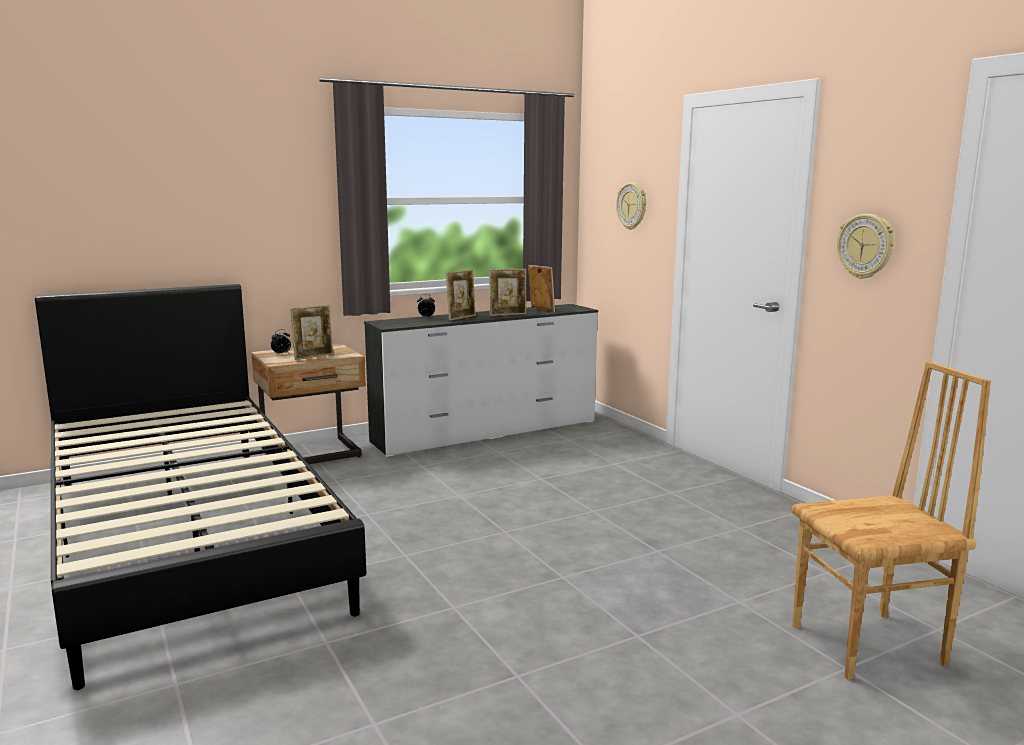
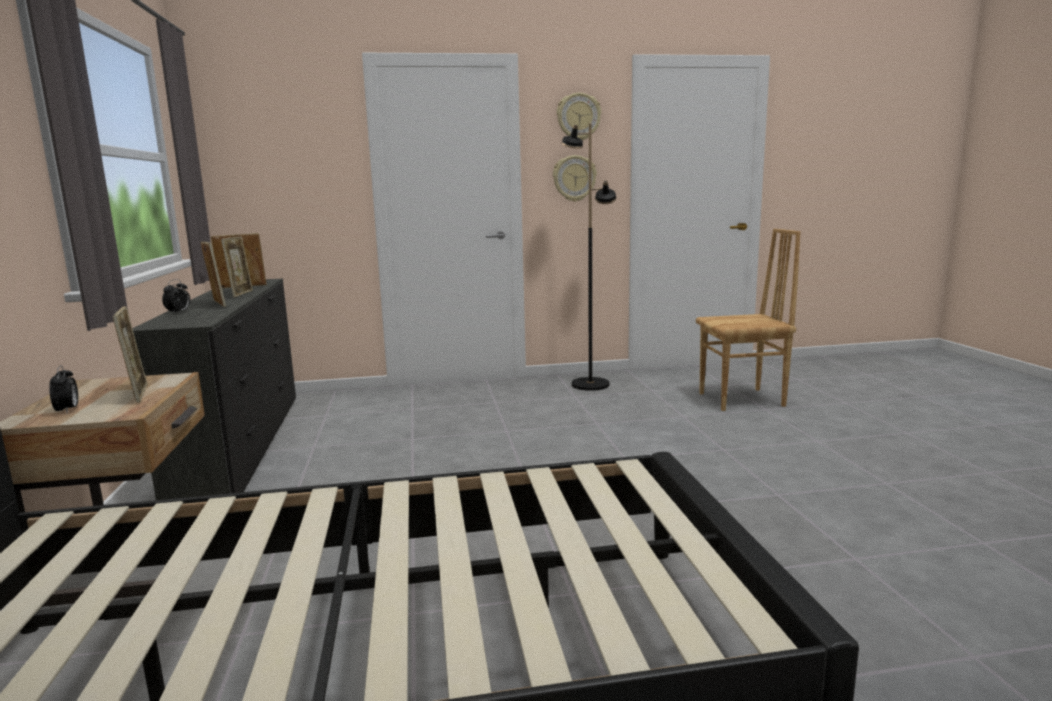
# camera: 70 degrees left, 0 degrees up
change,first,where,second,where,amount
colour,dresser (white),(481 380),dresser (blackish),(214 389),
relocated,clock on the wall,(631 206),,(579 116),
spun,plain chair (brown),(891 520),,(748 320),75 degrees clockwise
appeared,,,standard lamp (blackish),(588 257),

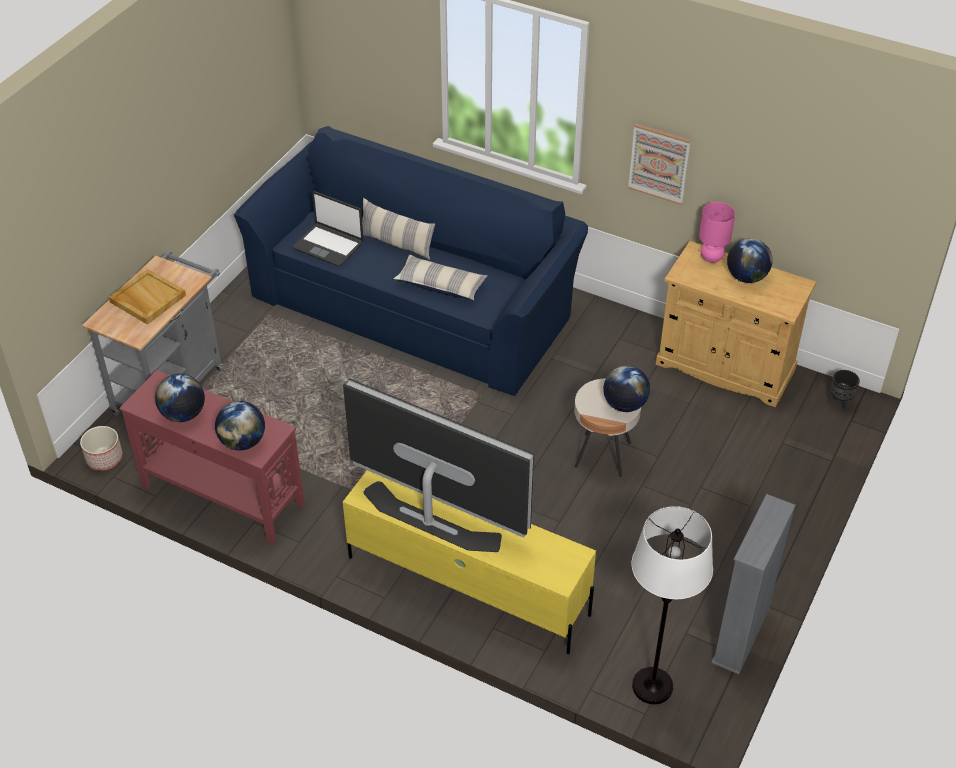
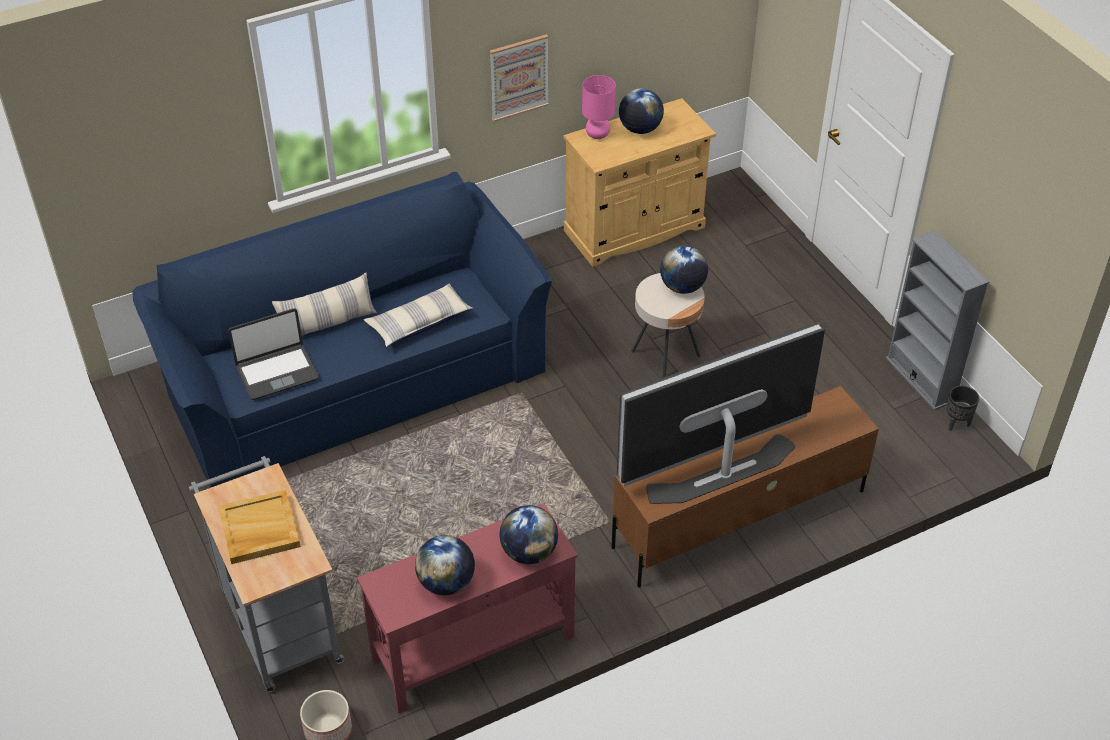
# camera: 55 degrees left, 0 degrees up
change,first,where,second,where,amount
colour,tv unit (yellowish),(469 562),tv unit (brown),(745 486),
missing,standard lamp (white),(672 605),,,
relocated,planter (blackish),(844 391),,(963 408),

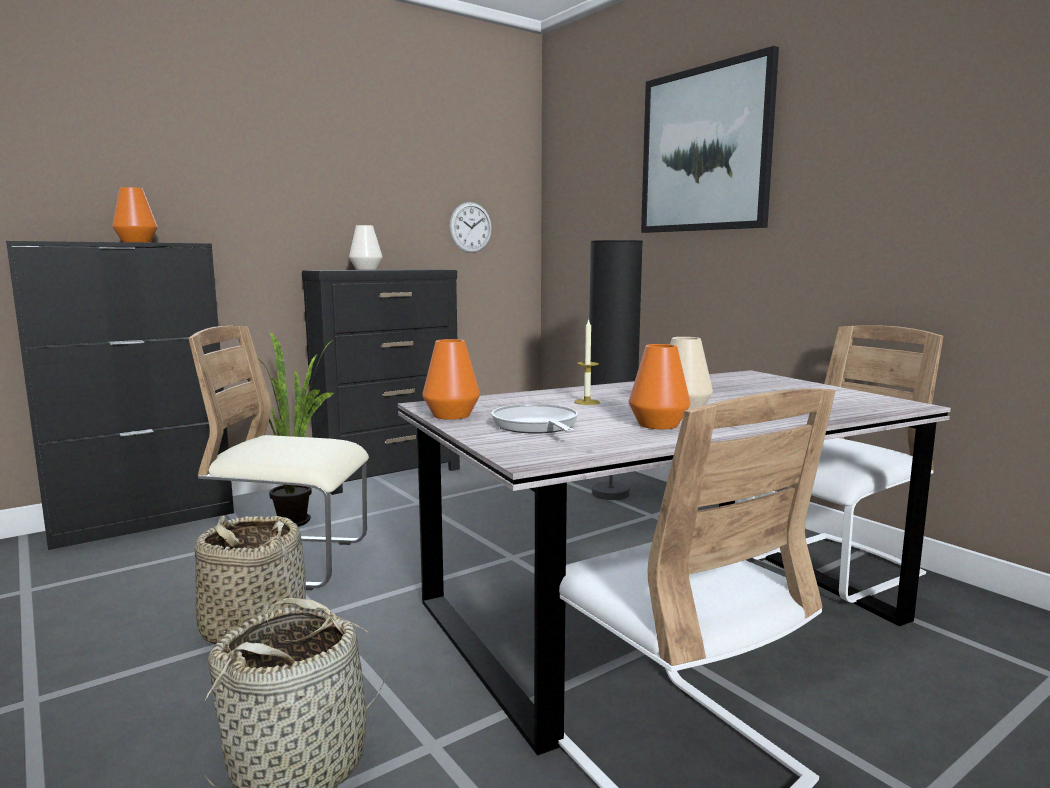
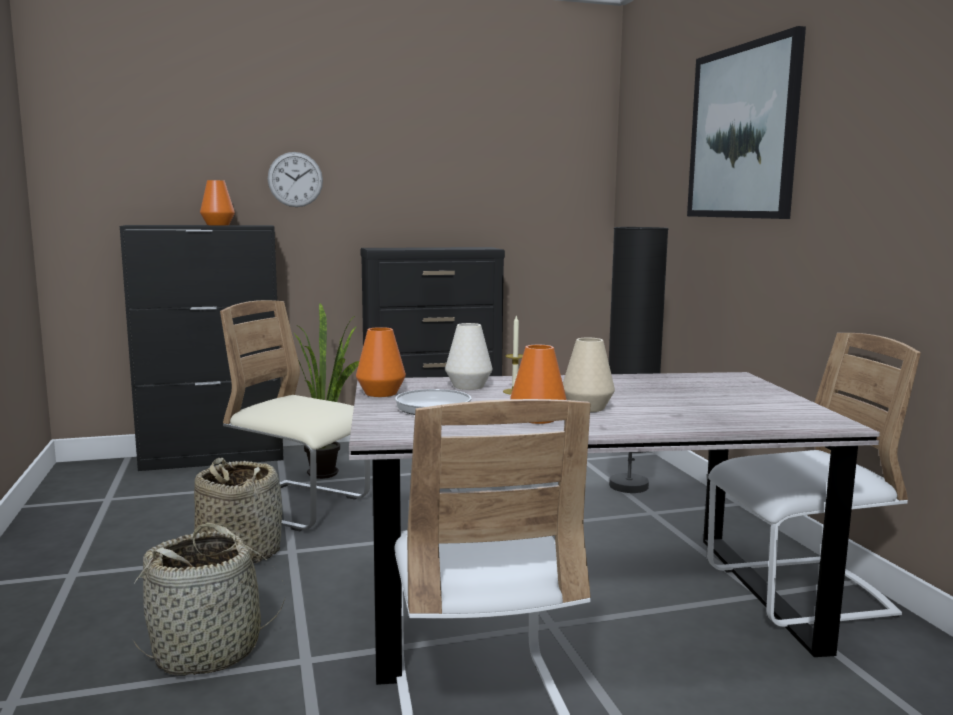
# camera: 20 degrees right, 0 degrees up
change,first,where,second,where,amount
relocated,flower vase (white),(366 247),,(469 356),
relocated,clock on the wall,(470 227),,(295 179),

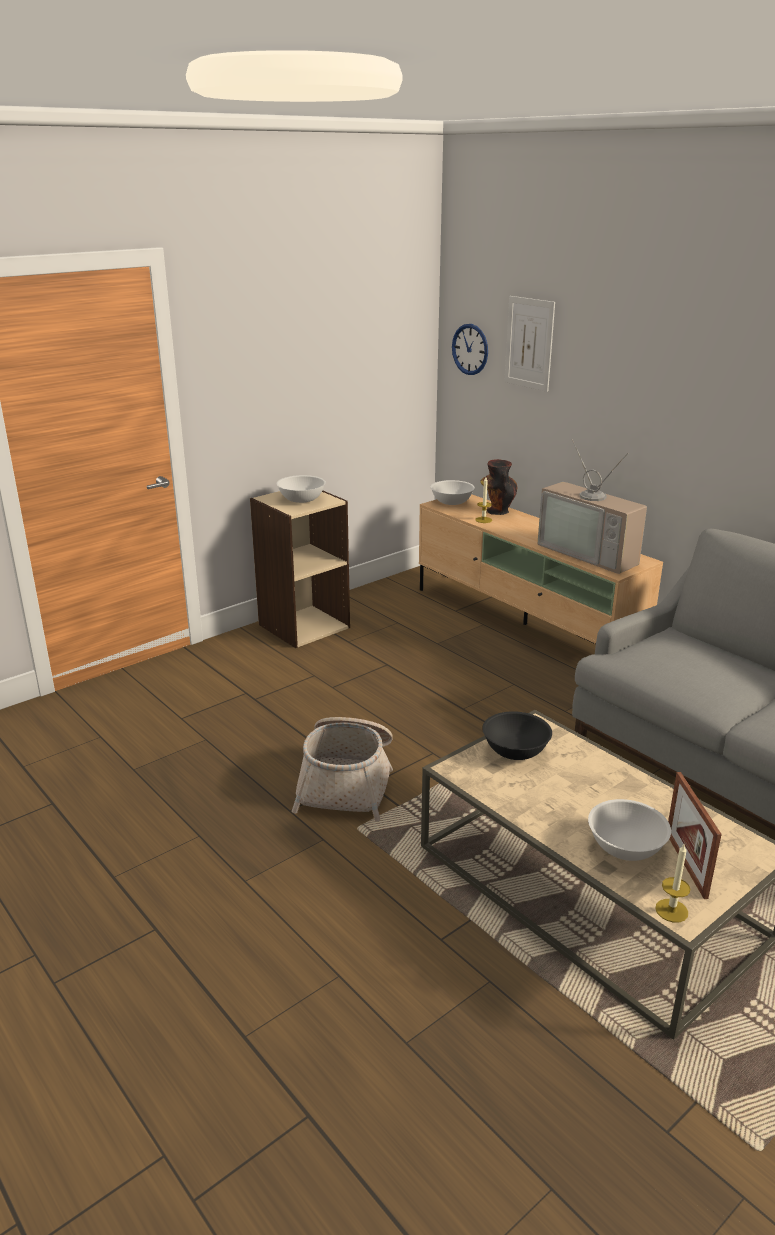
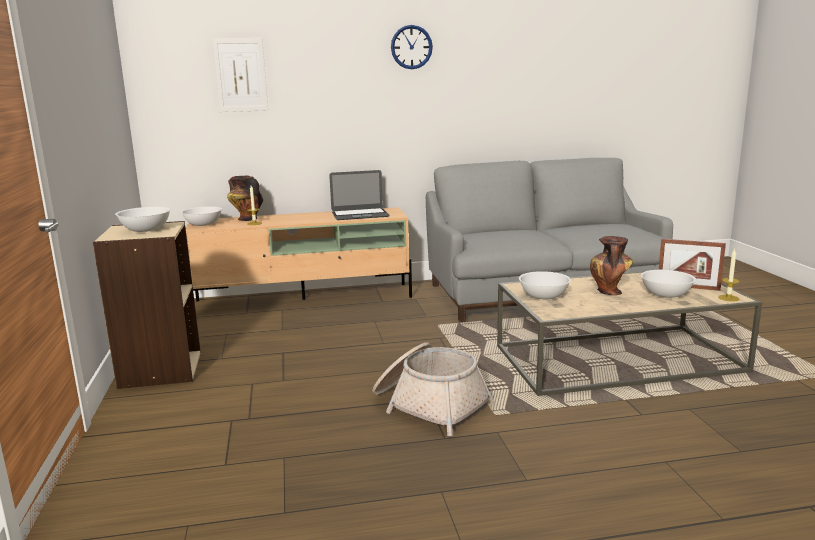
# camera: 60 degrees left, 10 degrees down
change,first,where,second,where,amount
relocated,clock on the wall,(470 349),,(412 47),
colour,bowl (blackish),(517 735),bowl (white),(545 285),
exchanged,TV set,(592 506),notebook computer,(359 195),
appeared,,,flower vase,(612 265),

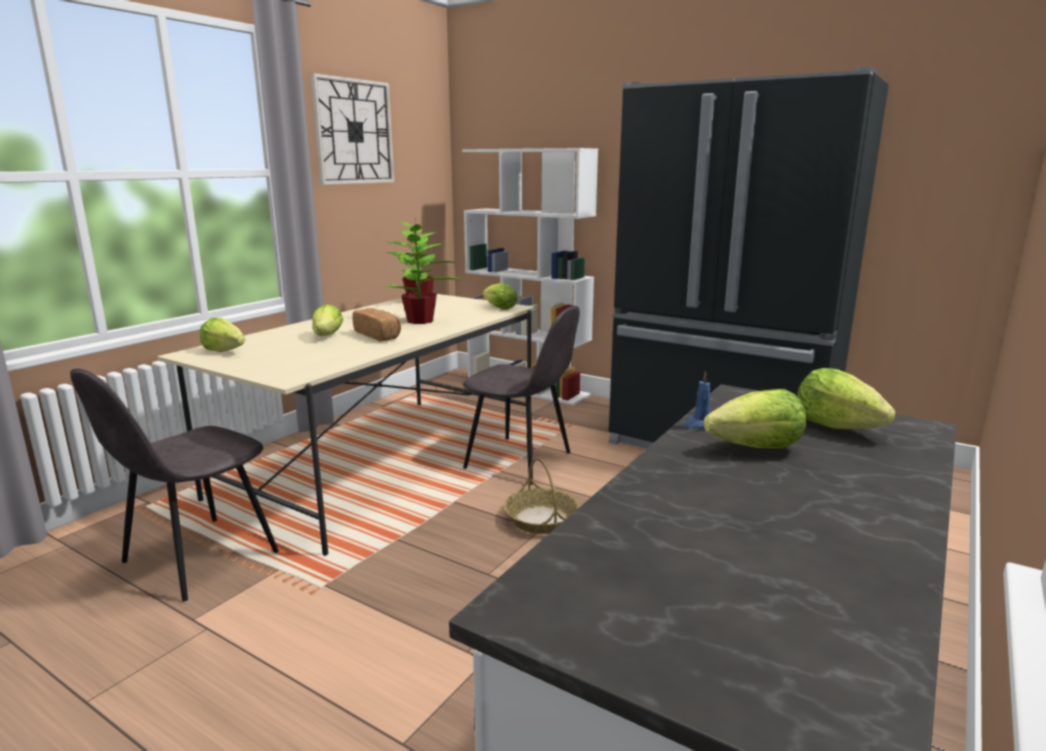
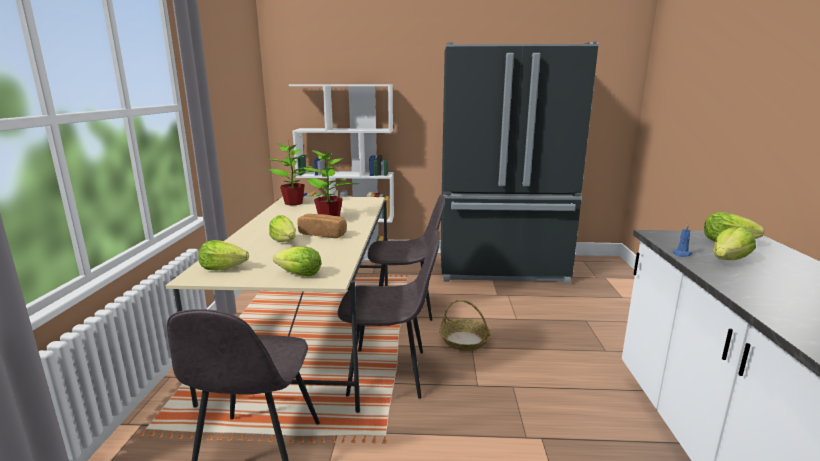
# camera: 30 degrees left, 0 degrees up
change,first,where,second,where,amount
missing,clock on the wall,(352 129),,,
relocated,head of lettuce,(500 296),,(297 261),
appeared,,,plain chair (grey),(389 314),

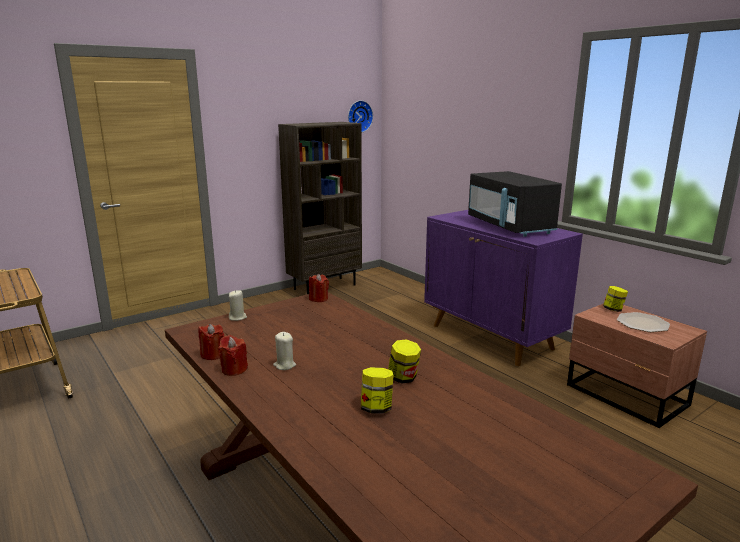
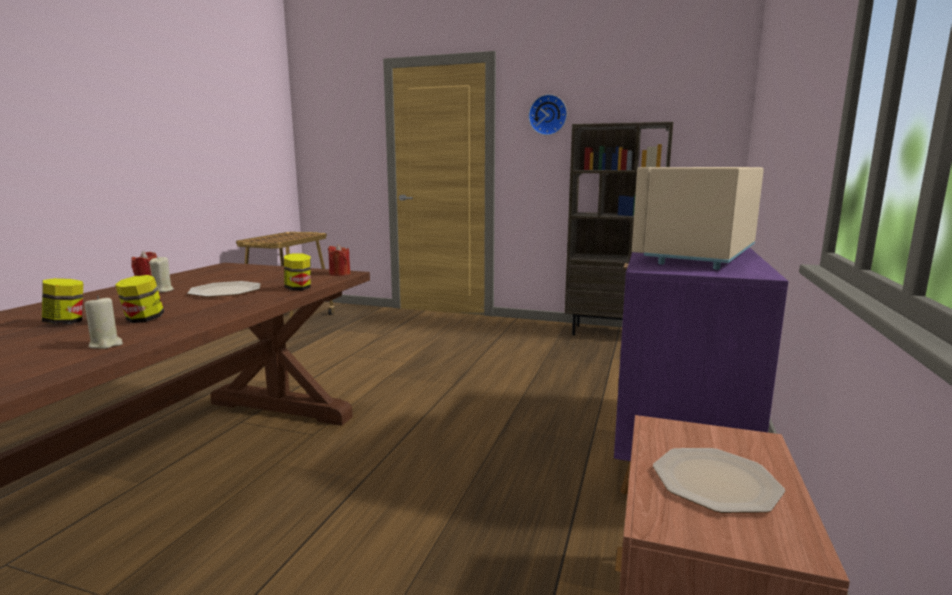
# camera: 55 degrees right, 5 degrees down
change,first,where,second,where,amount
missing,wax light (reddish),(211 342),,,
relocated,wax light (sand-coloured),(238 305),,(103 322),
relocated,clock on the wall,(360 116),,(547 114),
colour,kitchen microwave (blackish),(515 204),kitchen microwave (sand-coloured),(698 218),
relocated,preserve jar,(615 299),,(297 271),
appeared,,,plate,(224 289),

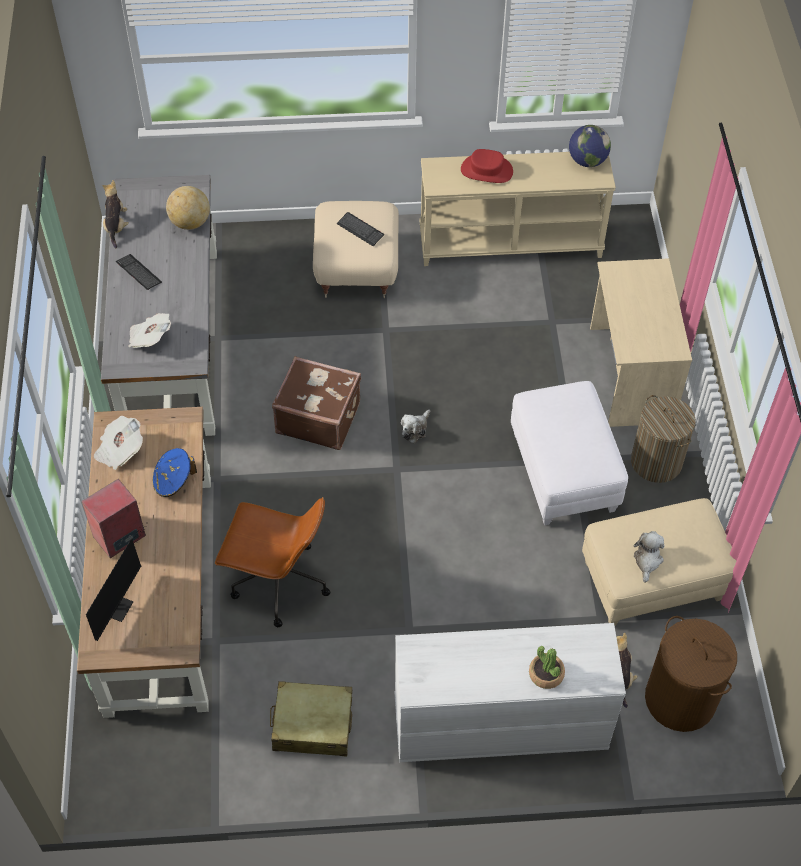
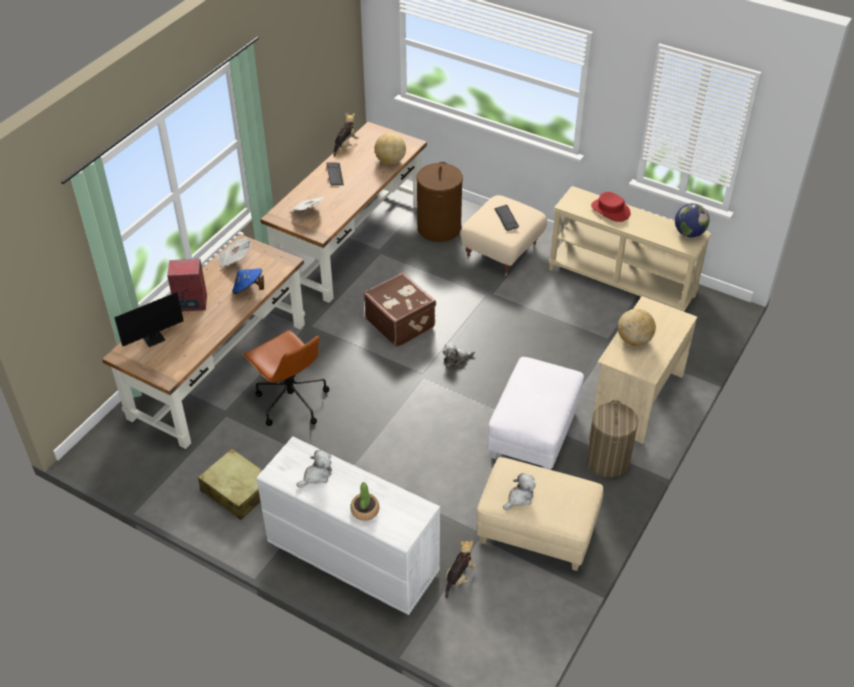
# camera: 35 degrees right, 10 degrees down
change,first,where,second,where,amount
colour,desk (grey),(159 305),desk (brown),(343 212),
relocated,washing basket (brown),(691 674),,(439 202),
appeared,,,cuddly toy,(314 468),
appeared,,,world globe,(637 327),

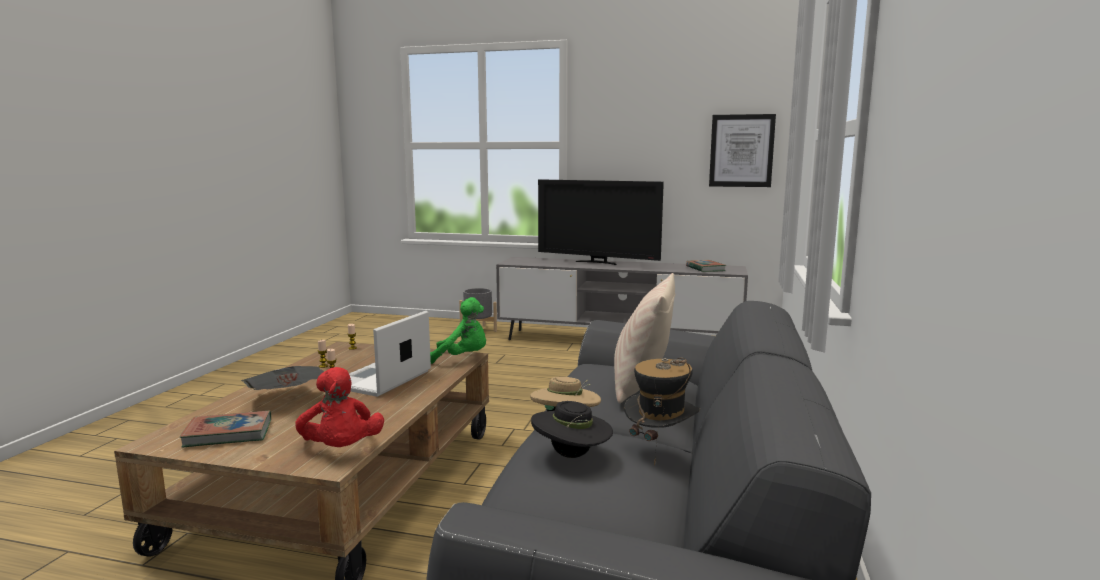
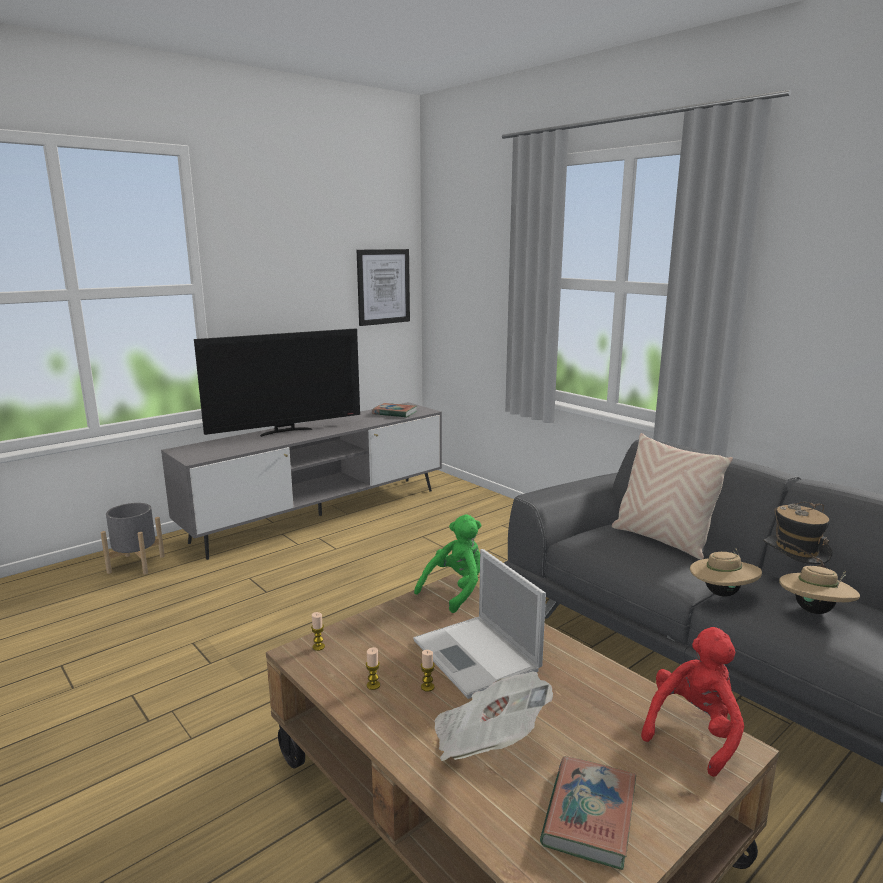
# camera: 55 degrees left, 5 degrees up
change,first,where,second,where,amount
spun,cuddly toy (reddish),(339 407),,(692 702),60 degrees counterclockwise
colour,clothing hat (blackish),(572 429),clothing hat (sand-coloured),(819 590),

